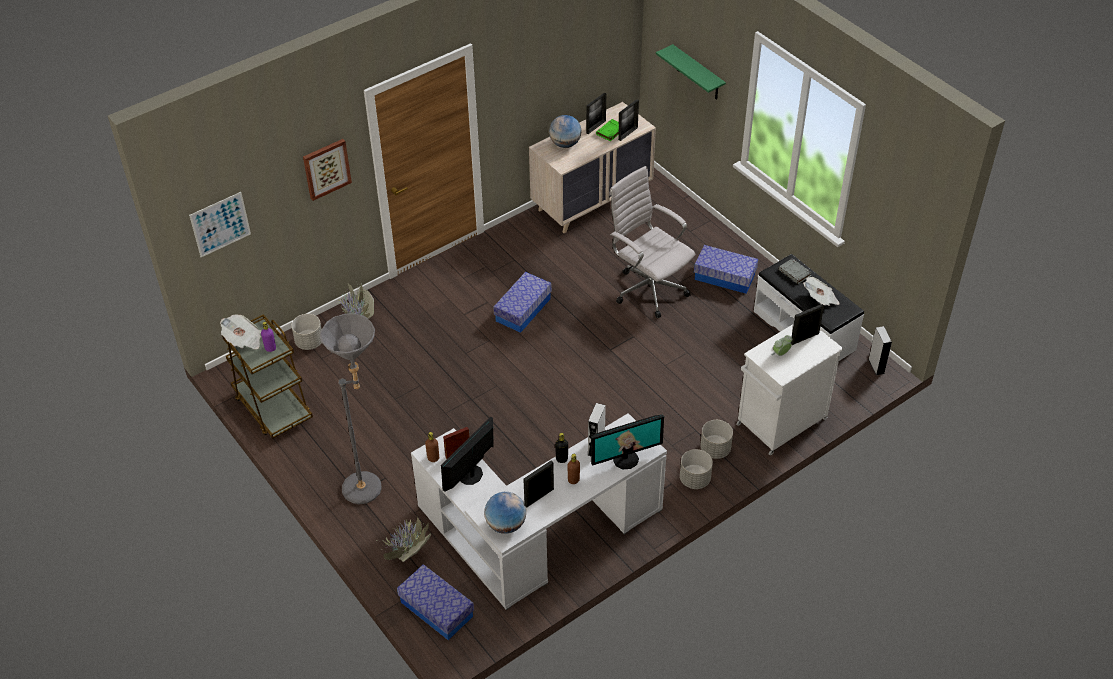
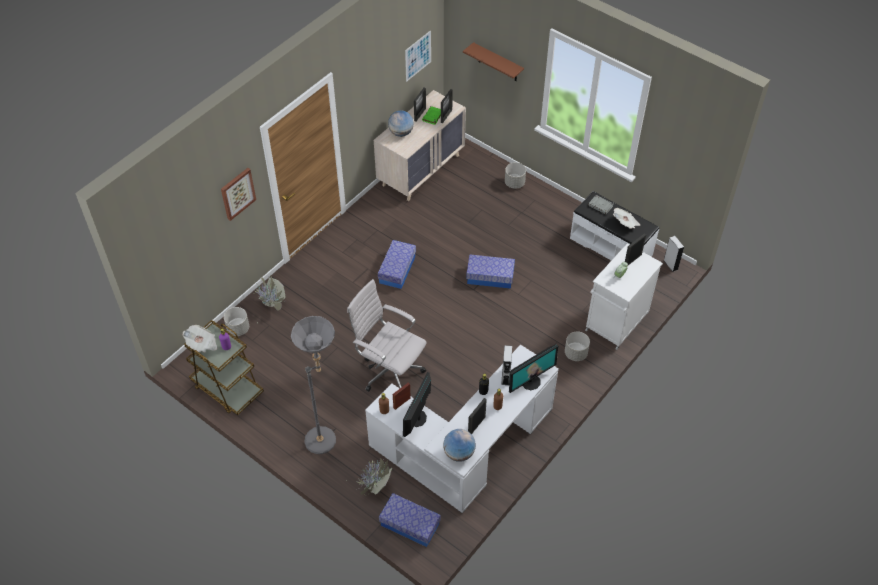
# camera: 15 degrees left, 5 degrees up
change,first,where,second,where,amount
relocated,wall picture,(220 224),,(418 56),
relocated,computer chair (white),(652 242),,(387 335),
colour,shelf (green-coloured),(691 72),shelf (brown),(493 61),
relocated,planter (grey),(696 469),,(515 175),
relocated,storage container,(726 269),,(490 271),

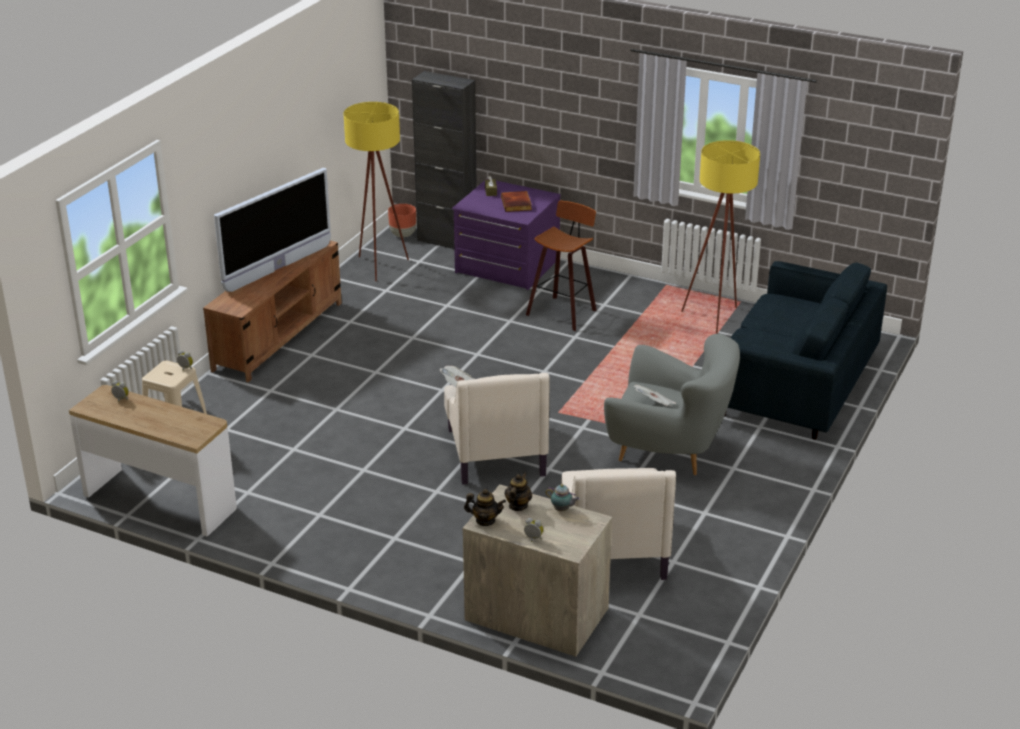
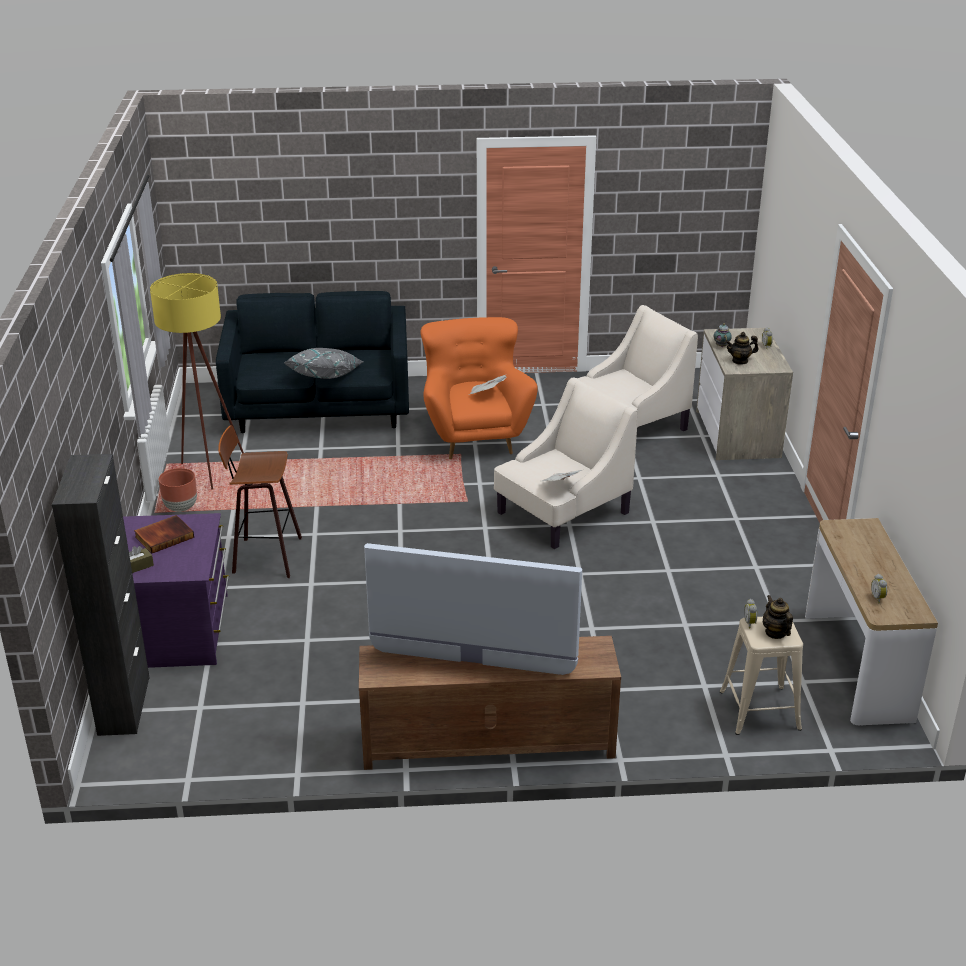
# camera: 120 degrees left, 0 degrees up
change,first,where,second,where,amount
missing,standard lamp (yellowish),(376 191),,,
relocated,planter (brown),(402 220),,(178 490),
relocated,tea pot,(485 507),,(778 617),
colour,easy chair (grey),(672 404),easy chair (orange),(479 388),
appeared,,,cushion (grey),(323 363),

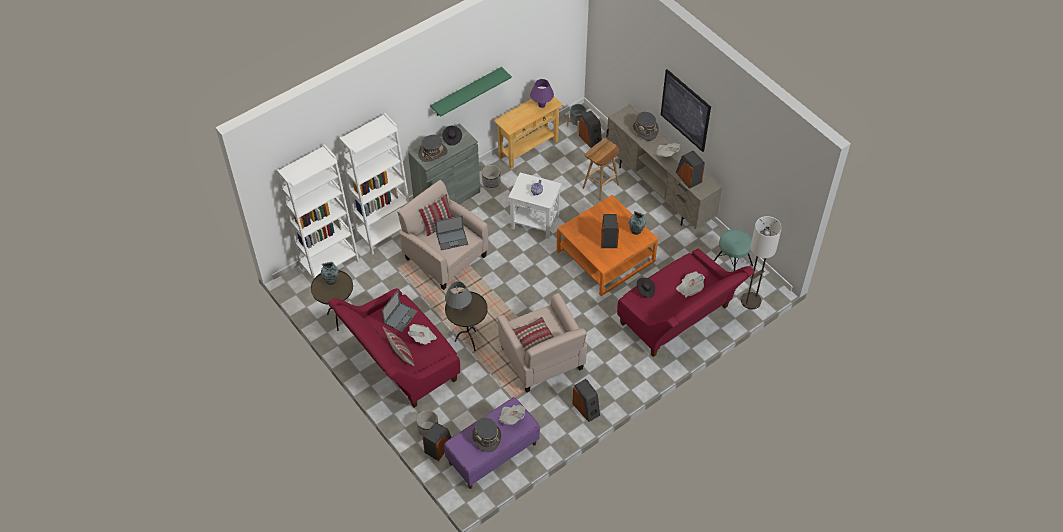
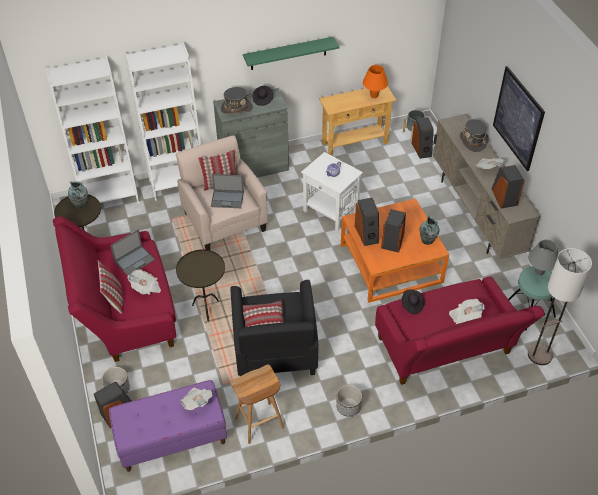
# camera: 20 degrees right, 5 degrees down
change,first,where,second,where,amount
relocated,lamp for a table (grey),(458 296),,(543 257),
missing,clothing hat (grey),(486 434),,,
relocated,planter,(491 176),,(349 401),
colour,easy chair (sand-coloured),(542 342),easy chair (blackish),(274 328),
colour,lamp for a table (purplish),(542 93),lamp for a table (orange),(375 81),
relocated,speaker,(586 400),,(367 222),
relocated,sitting stool (brown),(601 169),,(257 404),

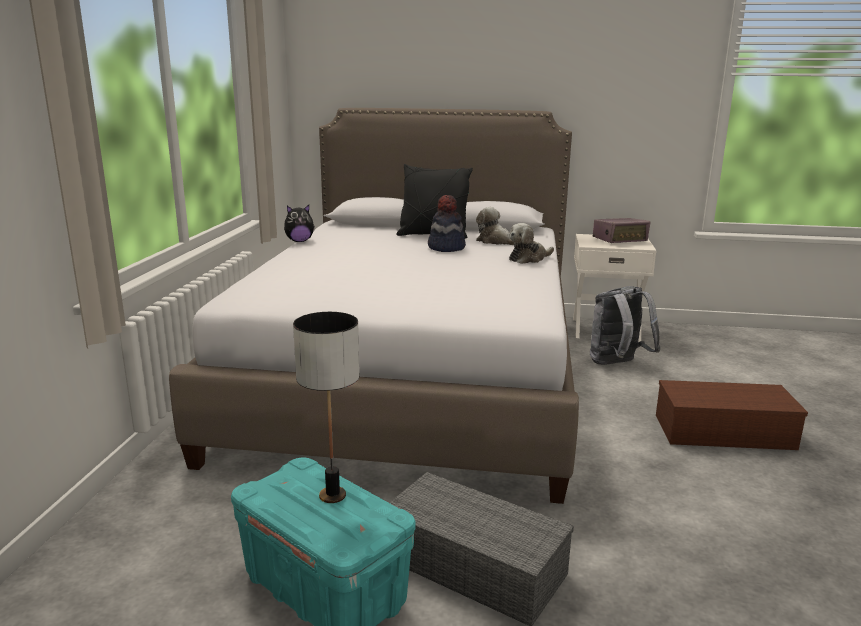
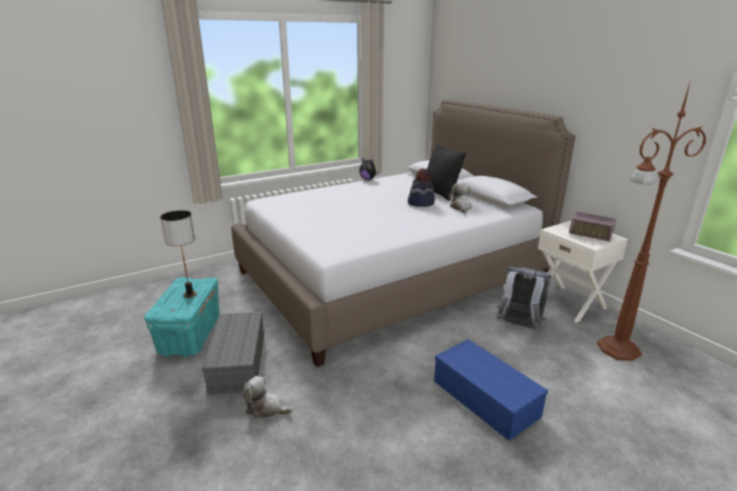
# camera: 50 degrees right, 5 degrees up
change,first,where,second,where,amount
relocated,cuddly toy,(531 243),,(267 397),
colour,storage container (brown),(732 415),storage container (blue-coloured),(491 390),
appeared,,,standard lamp (brown),(651 220),

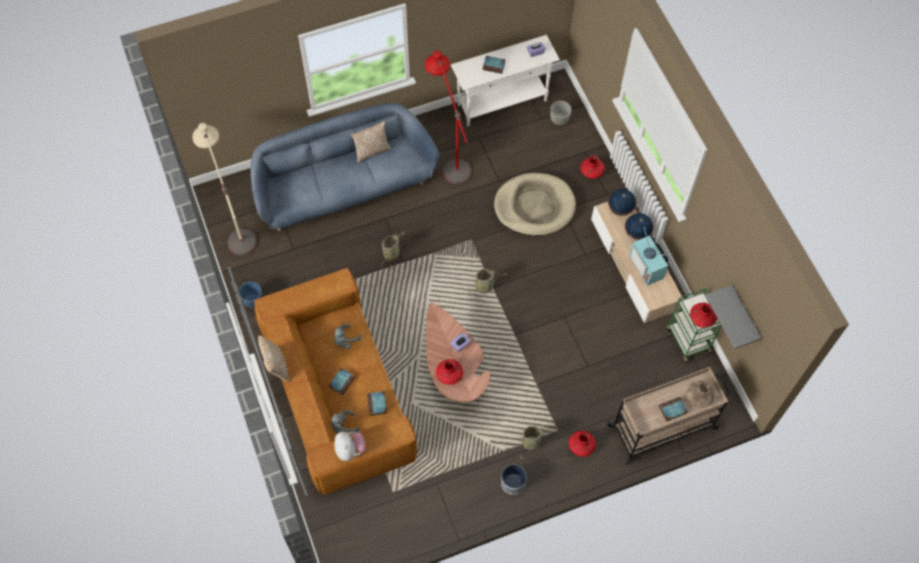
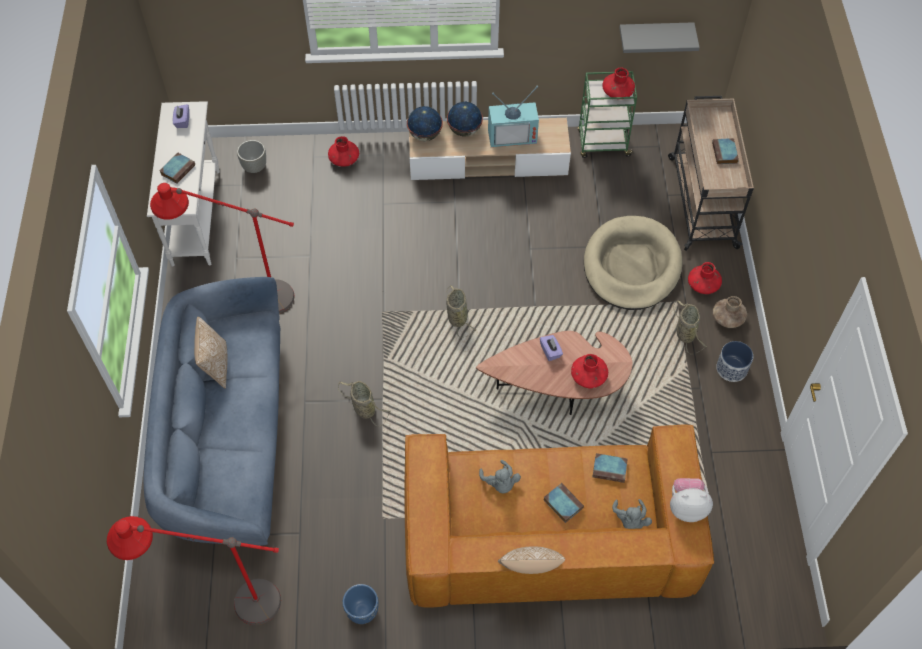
# camera: 70 degrees left, 5 degrees down
change,first,where,second,where,amount
colour,standard lamp (sand-coloured),(224 189),standard lamp (reddish),(194 570),
relocated,pet bed (sand-coloured),(535 204),,(633 263),
relocated,flower vase (brown),(700 394),,(730 312),

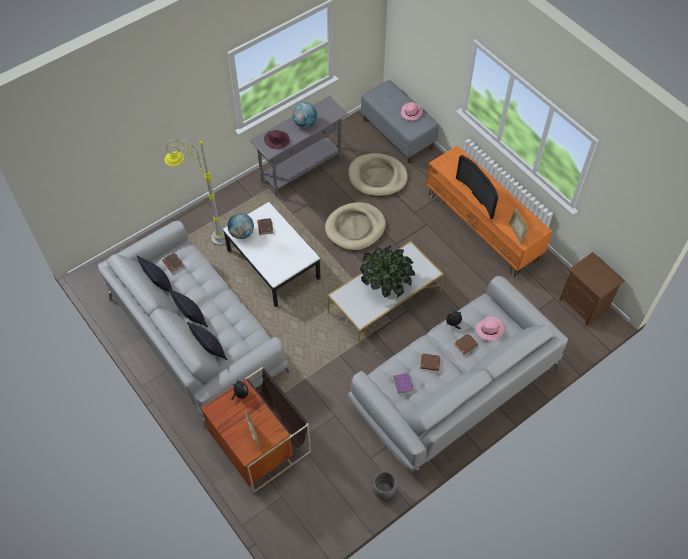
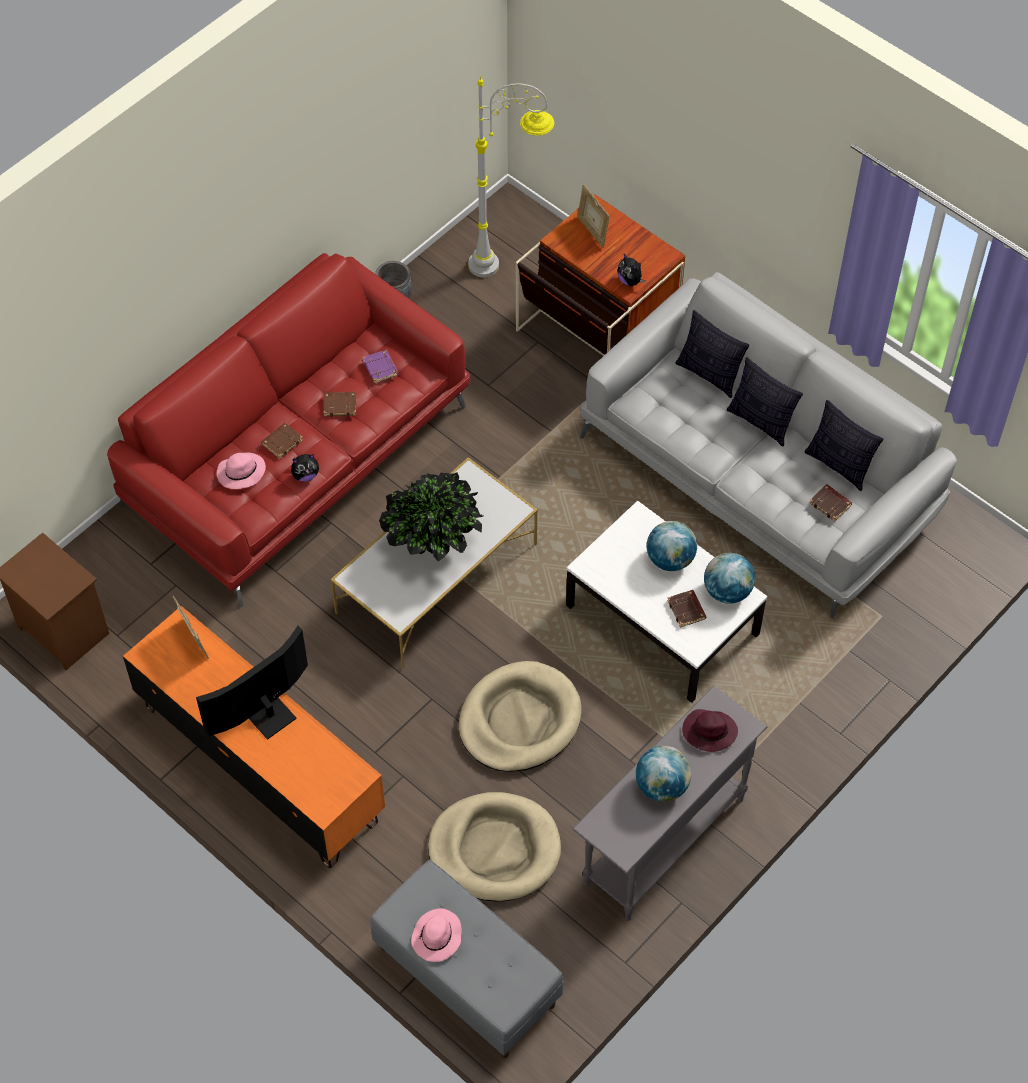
# camera: 170 degrees right, 0 degrees up
change,first,where,second,where,amount
relocated,standard lamp (grey),(195 192),,(511 176),
colour,couch (grey),(458 377),couch (reddish),(289 430),
spun,TV set,(477 187),,(252 683),90 degrees counterclockwise
appeared,,,world globe,(672 546),

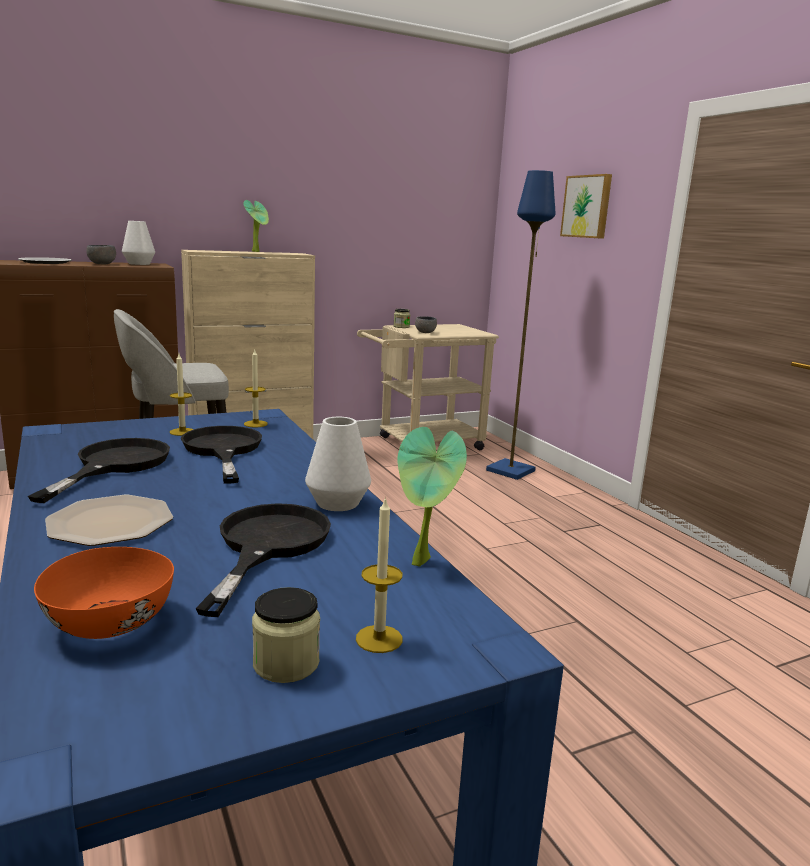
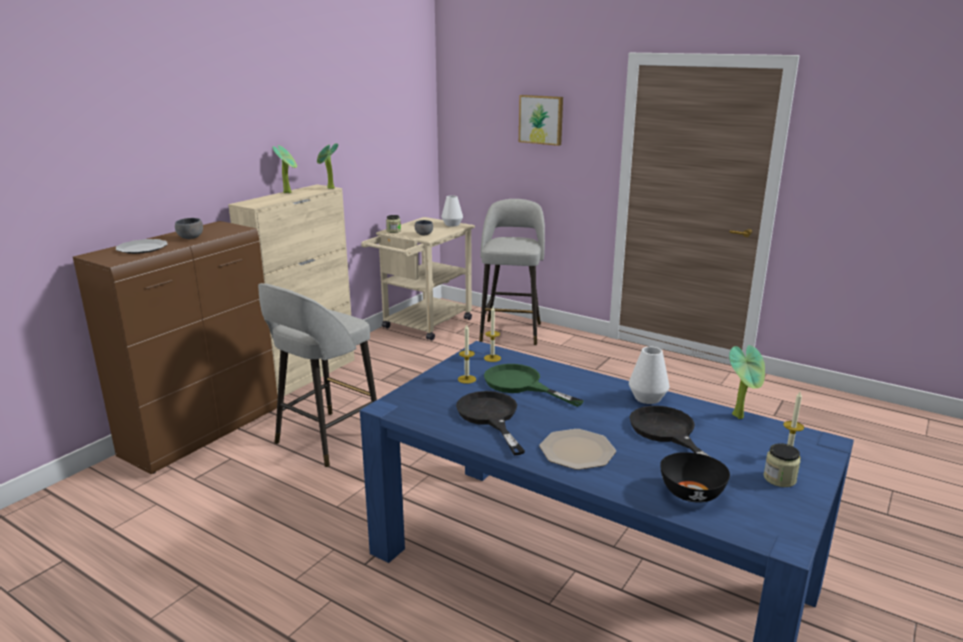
# camera: 30 degrees left, 5 degrees up
change,first,where,second,where,amount
colour,bowl (orange),(104 593),bowl (blackish),(695 477),
relocated,flower vase (white),(138 243),,(452 211),
colour,frying pan (blackish),(221 455),frying pan (green-coloured),(534 385),
exchanged,standard lamp (blue-coloured),(520 325),sitting stool (grey),(512 272),
appeared,,,houseplant,(327 166),

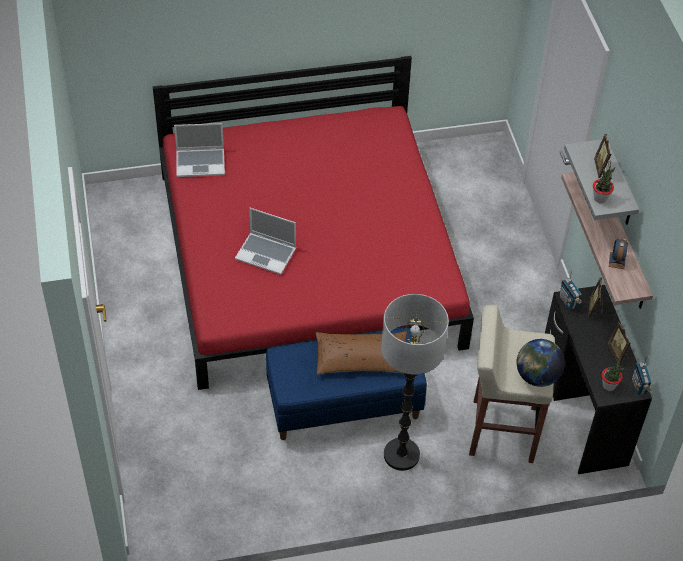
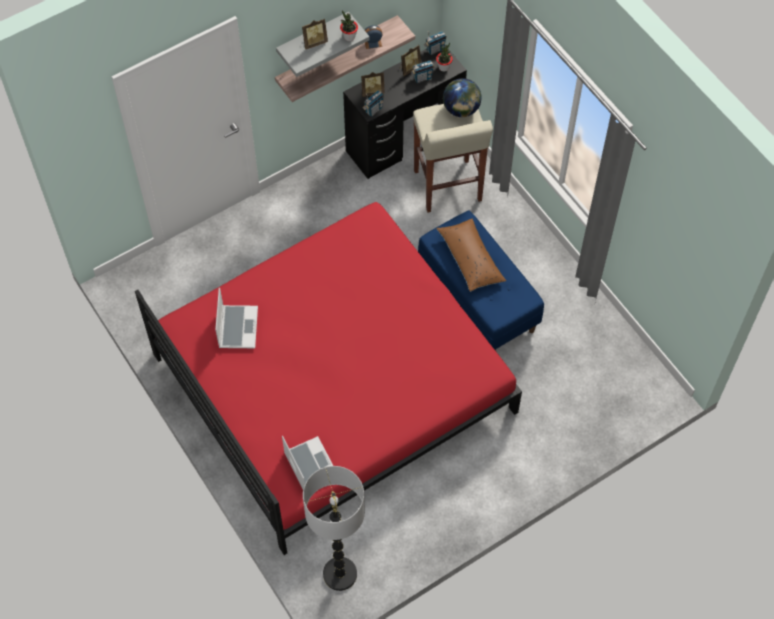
# camera: 110 degrees left, 10 degrees up
change,first,where,second,where,amount
relocated,notebook computer,(265 241),,(236 318),
relocated,standard lamp,(415 382),,(334 528),
appeared,,,radio set,(423 71),

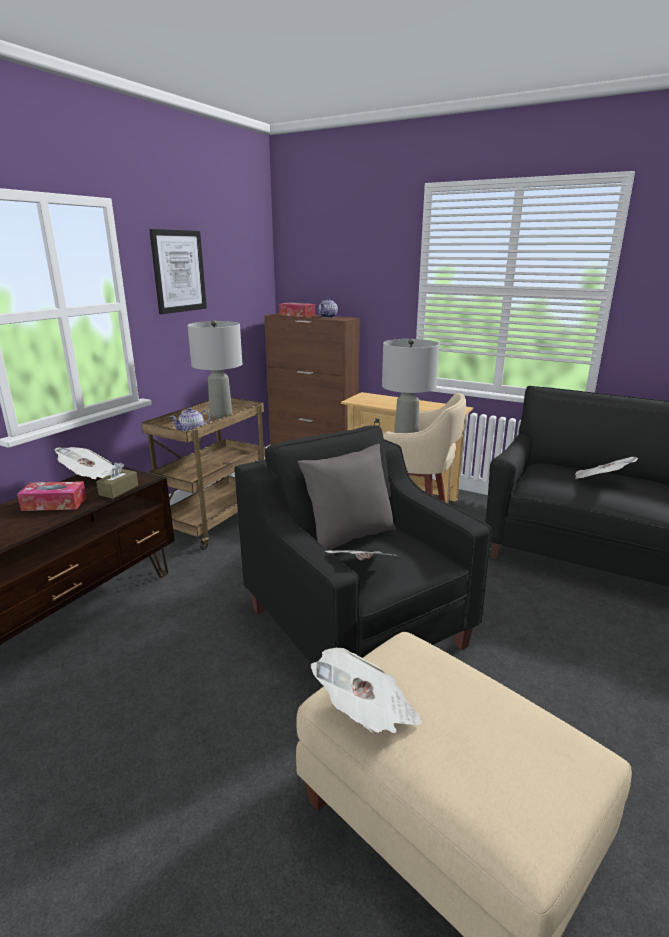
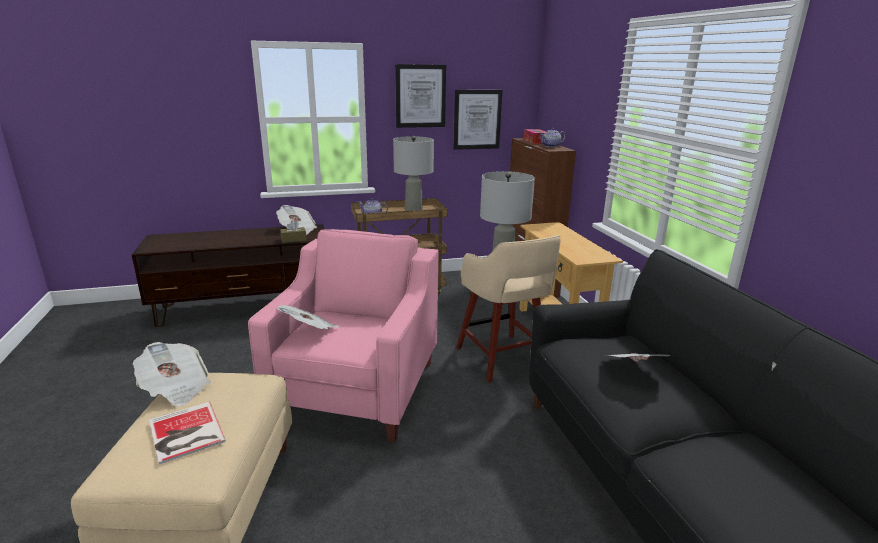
# camera: 45 degrees right, 0 degrees up
change,first,where,second,where,amount
missing,box of tissues,(52 496),,,
colour,easy chair (blackish),(363 544),easy chair (pinkish),(343 335),
missing,cushion (grey),(347 497),,,
appeared,,,book,(187 433),
appeared,,,wall picture,(477 120),

